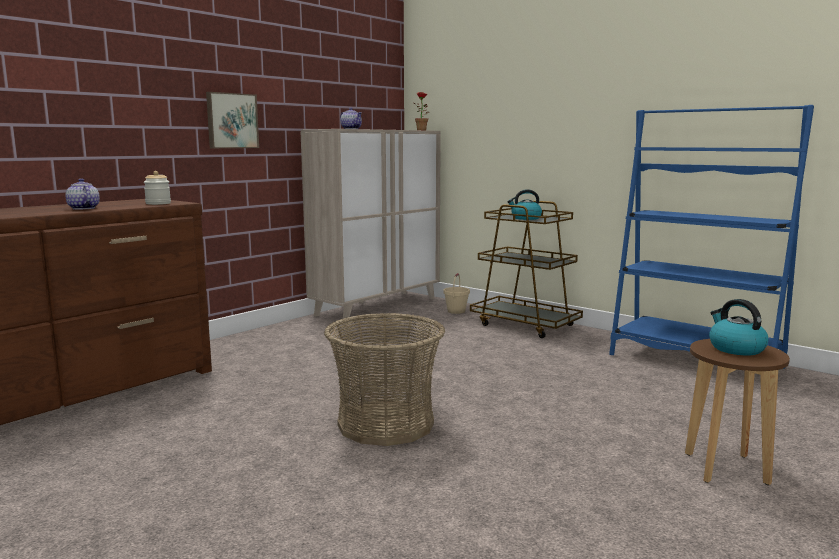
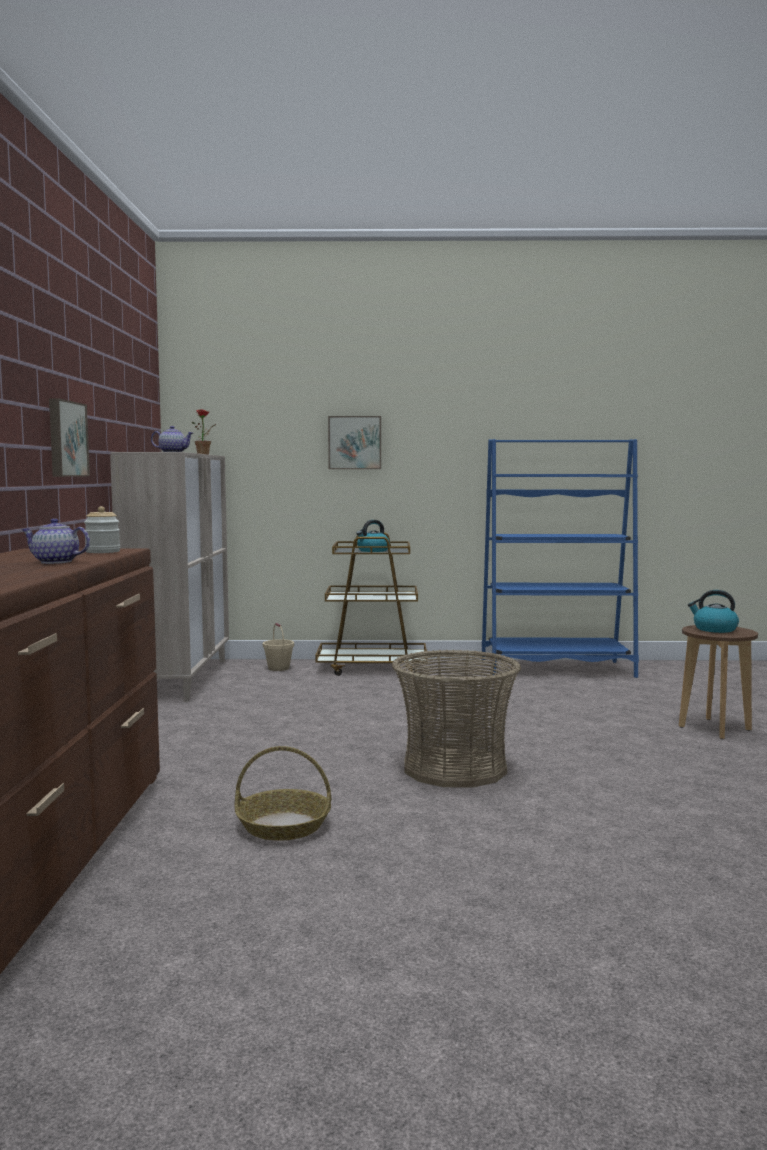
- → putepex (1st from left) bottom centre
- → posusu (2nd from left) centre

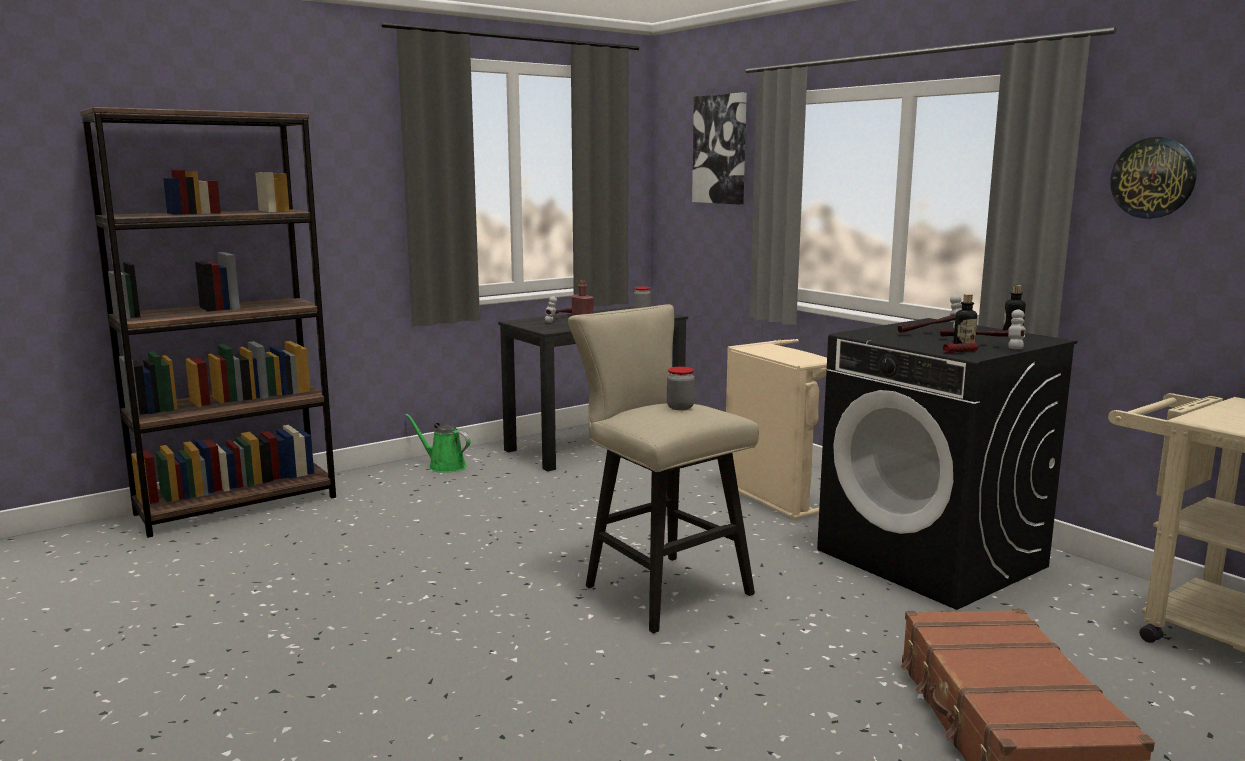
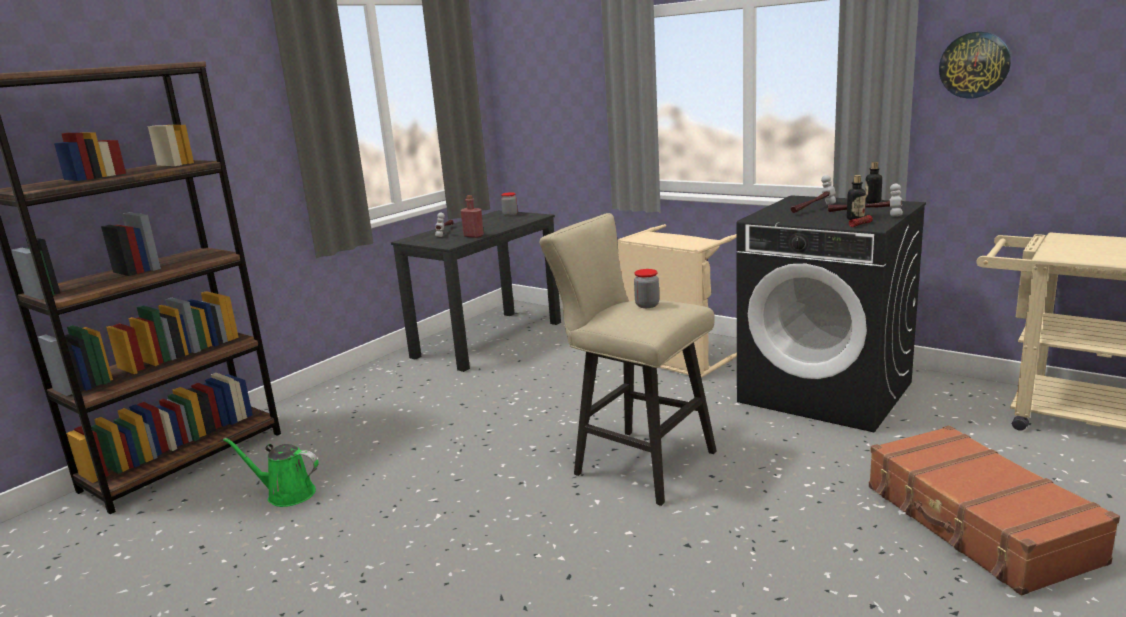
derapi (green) centre → derapi (green) bottom left, move
posusu top centre → -

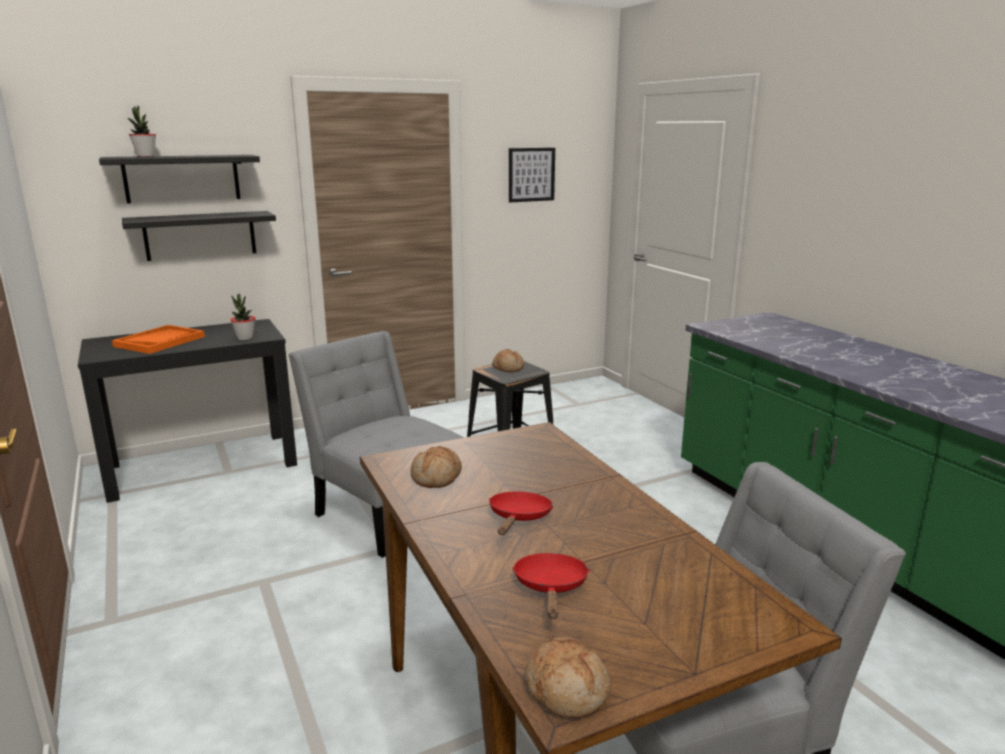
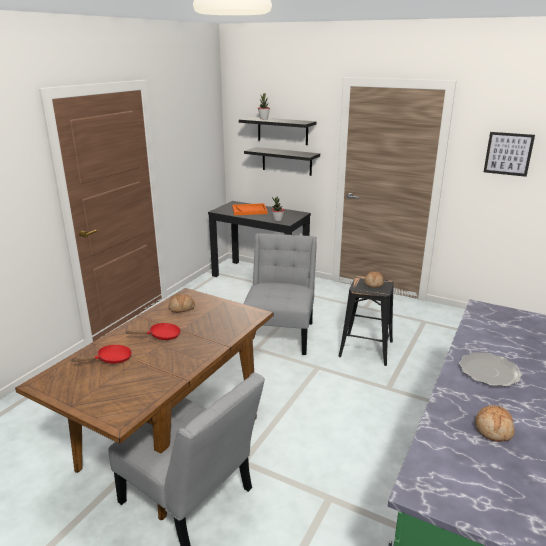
- → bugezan bottom right
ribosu (3rd from left) bottom centre → ribosu (3rd from left) bottom right, move

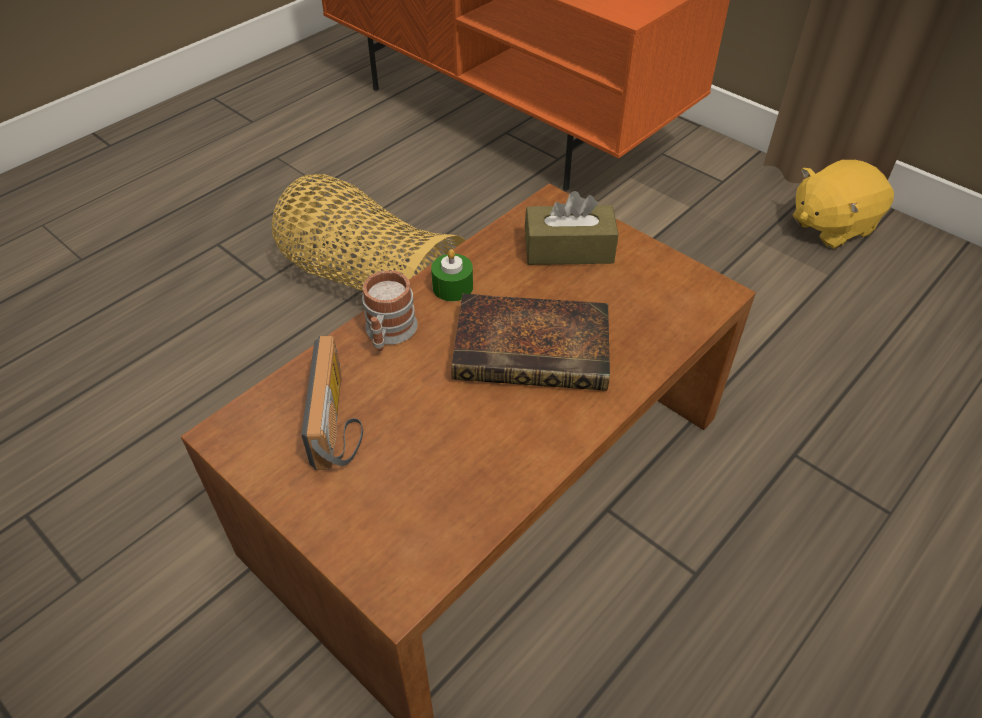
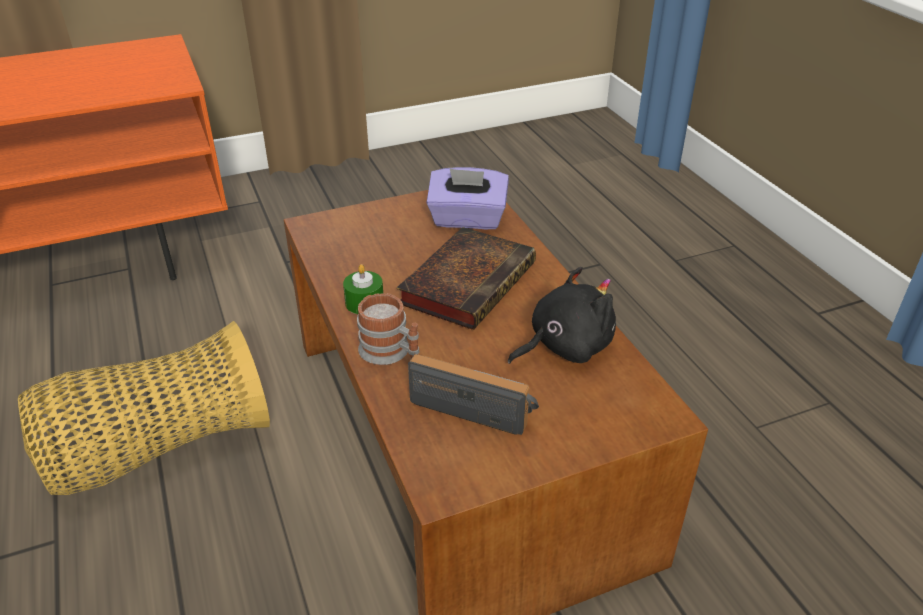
- → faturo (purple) top centre
- → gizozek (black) centre
faturo (brown) top centre → -
gizozek (yellow) top right → -

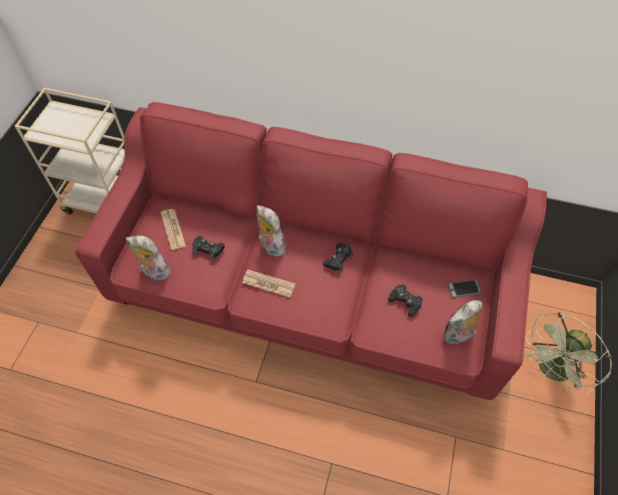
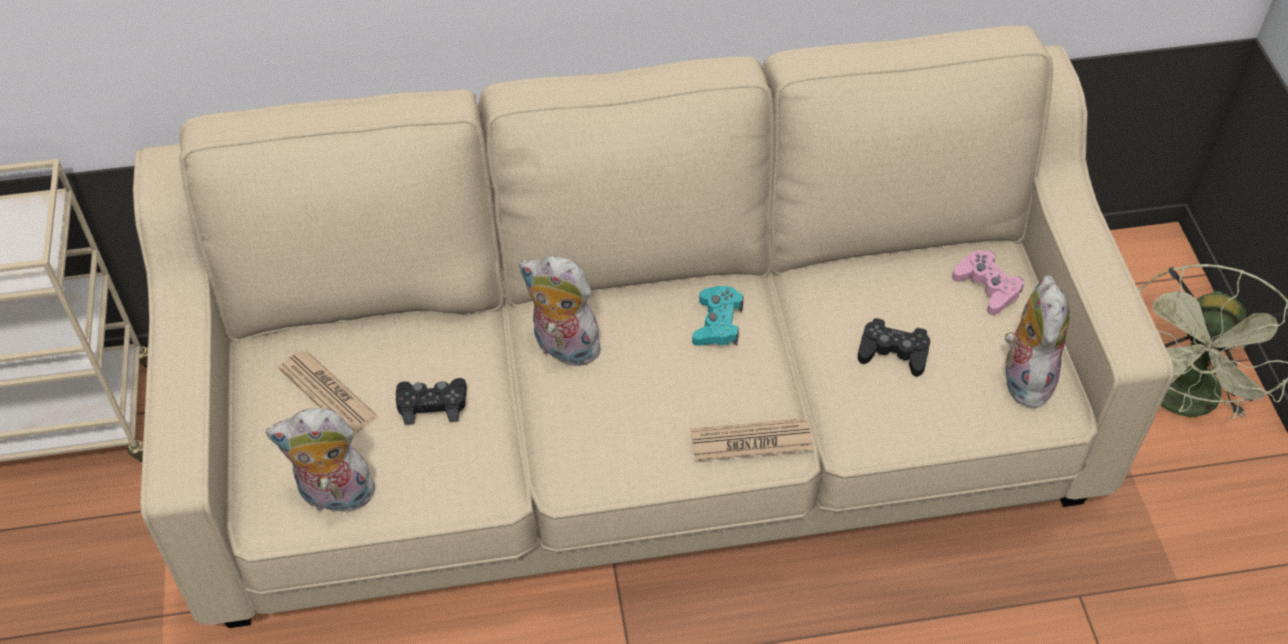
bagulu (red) centre → bagulu (beige) centre
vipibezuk (2nd from left) centre → vipibezuk (2nd from left) bottom centre, move
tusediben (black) (2nd from left) centre → tusediben (turquoise) centre
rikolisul middle right → tusediben (pink) middle right
gizozek (3rd from left) middle right, 150 degrees clockwise

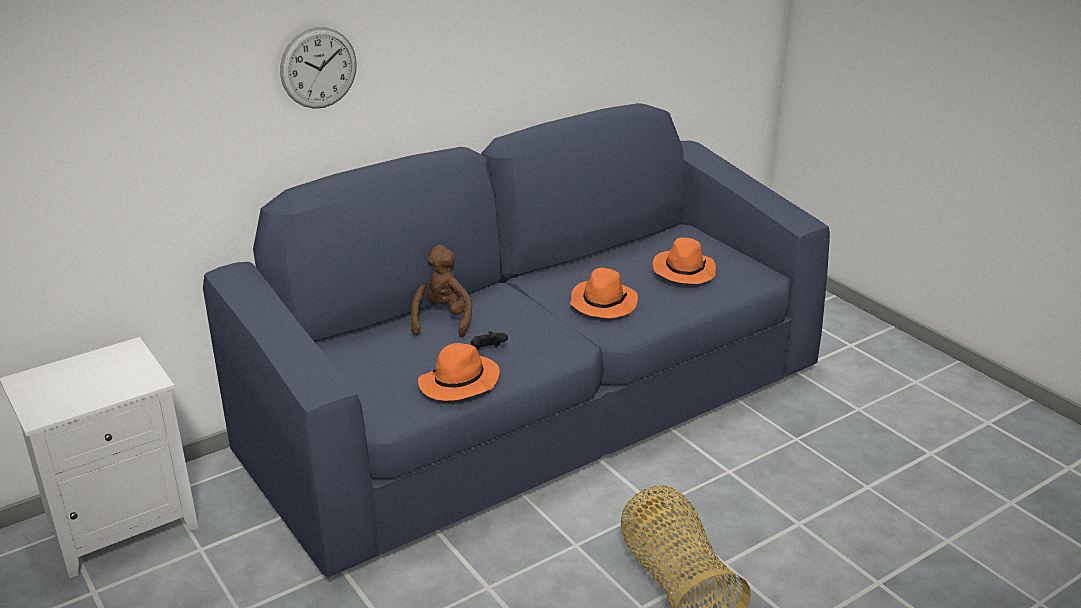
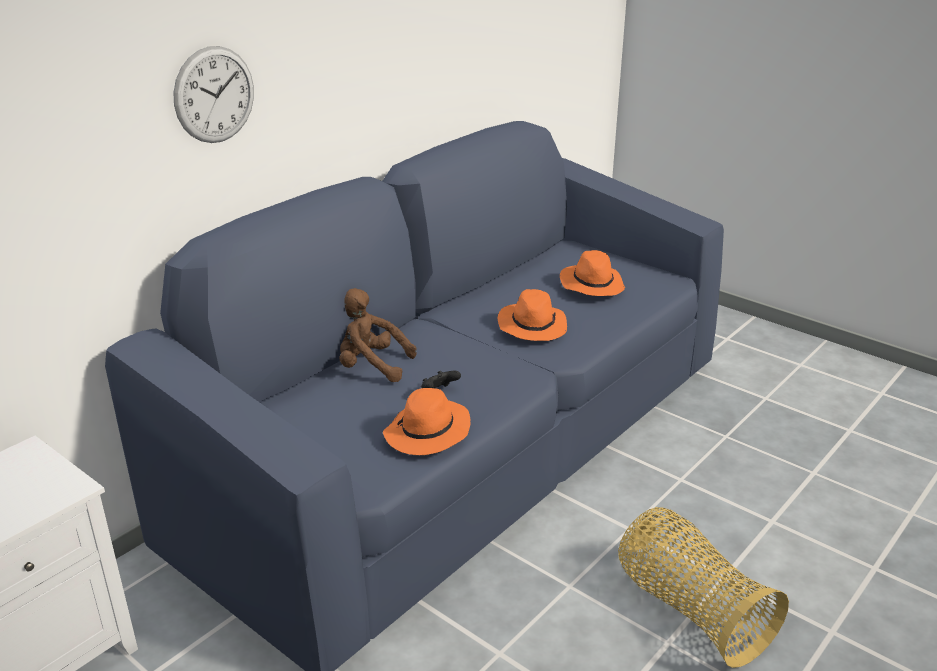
gizozek (brown) centre, 60 degrees counterclockwise

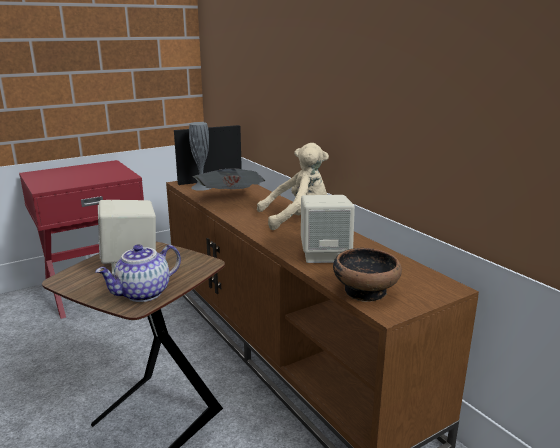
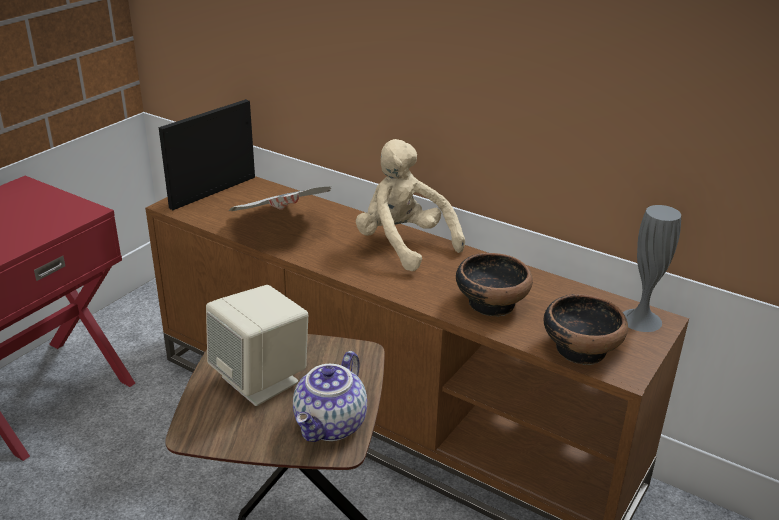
gizozek (beige) centre, 90 degrees counterclockwise
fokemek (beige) (2nd from left) centre → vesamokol (1st from left) centre
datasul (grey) centre → datasul (grey) middle right, move

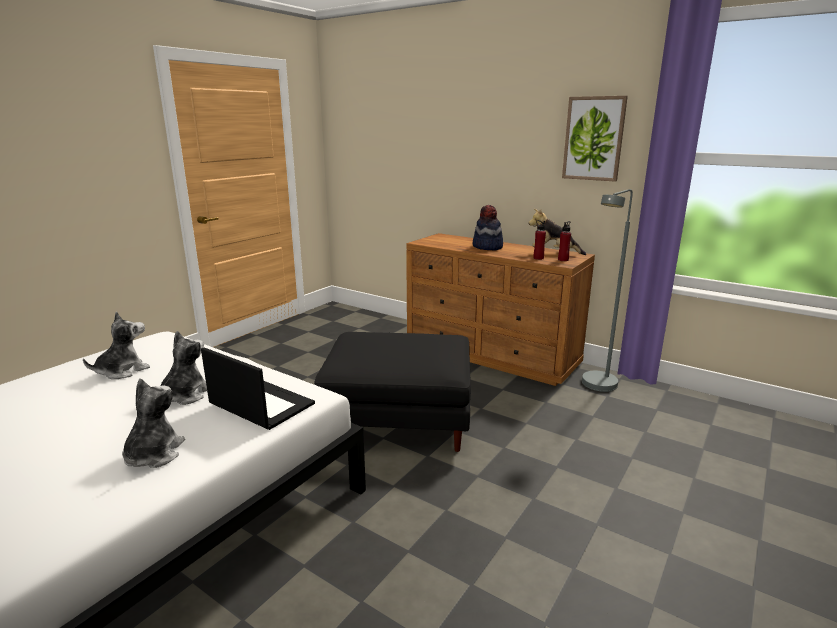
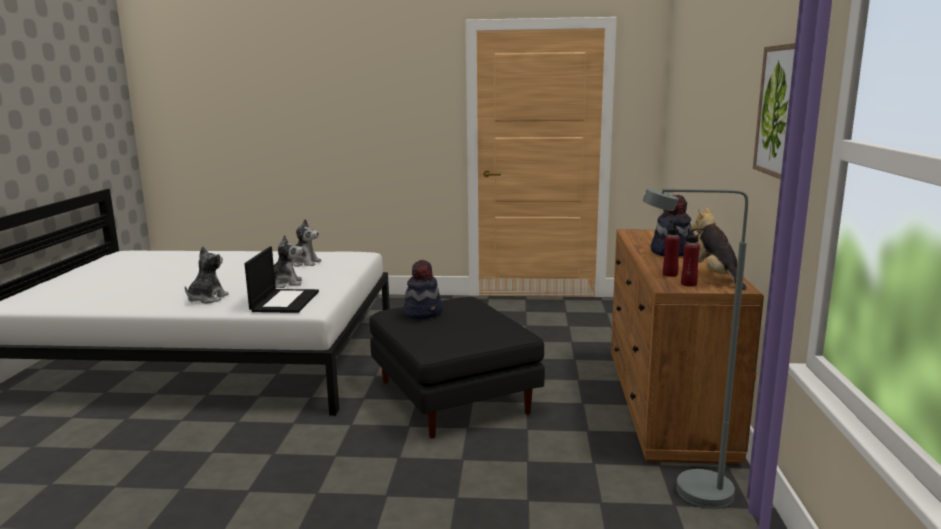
gizozek (2nd from left in the first image) bottom left → gizozek (1st from left) middle left, 45 degrees counterclockwise
- → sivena (1st from left) centre

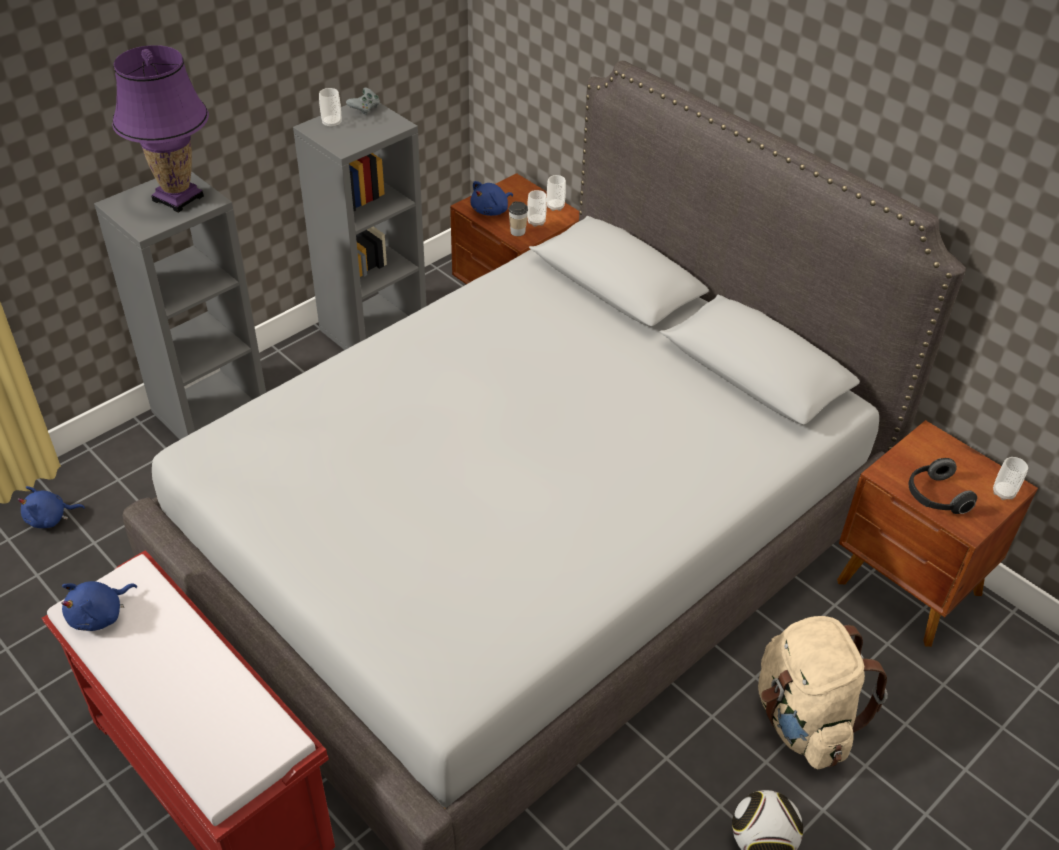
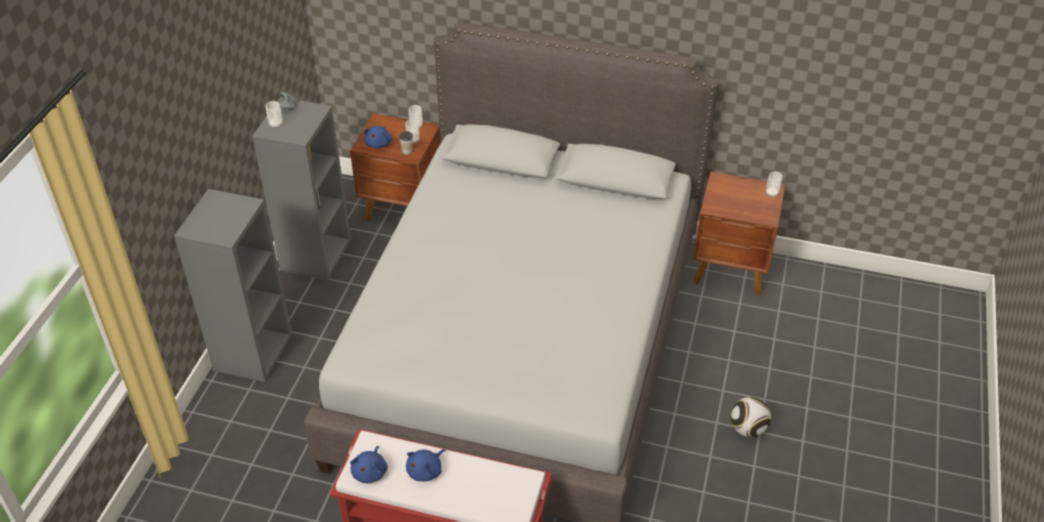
gizozek (blue) (1st from left in the first image) middle left → gizozek (blue) (3rd from left) bottom centre, move
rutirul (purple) top left → -
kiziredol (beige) bottom right → -
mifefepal middle right → -

